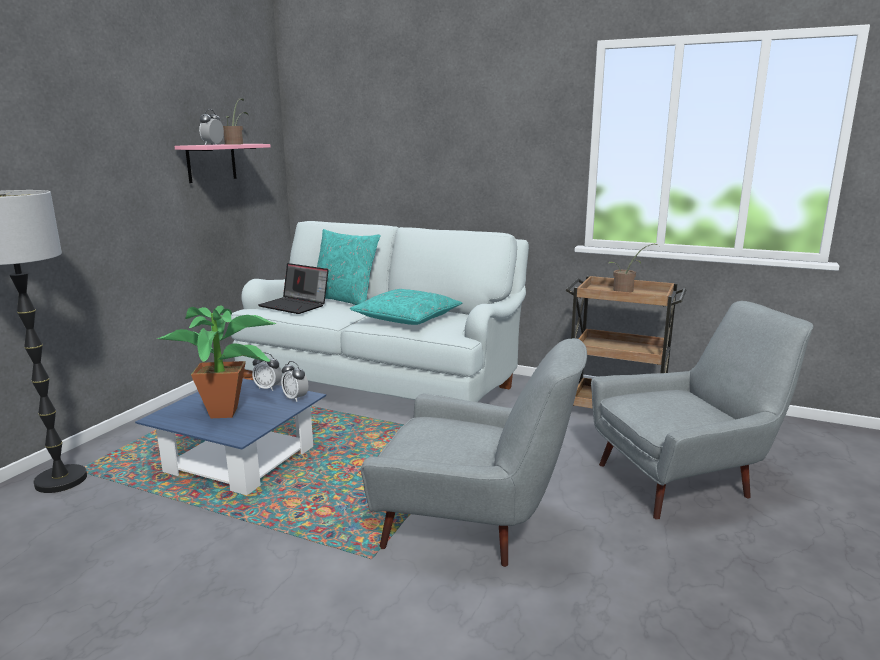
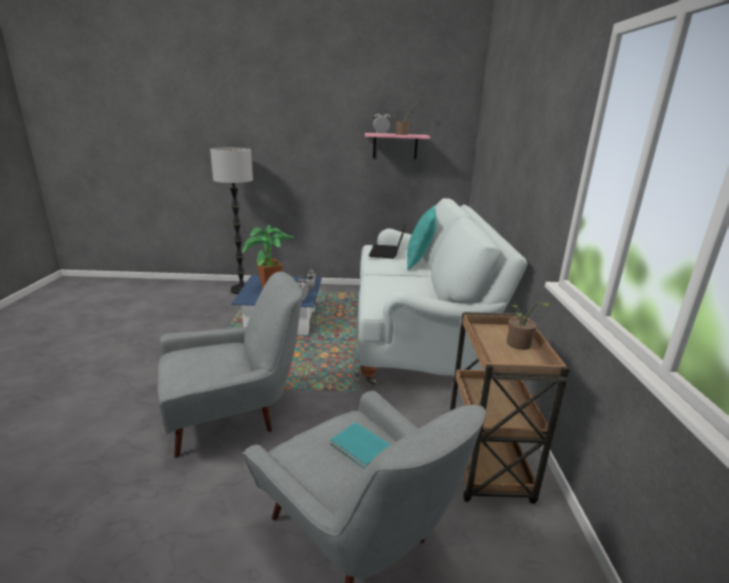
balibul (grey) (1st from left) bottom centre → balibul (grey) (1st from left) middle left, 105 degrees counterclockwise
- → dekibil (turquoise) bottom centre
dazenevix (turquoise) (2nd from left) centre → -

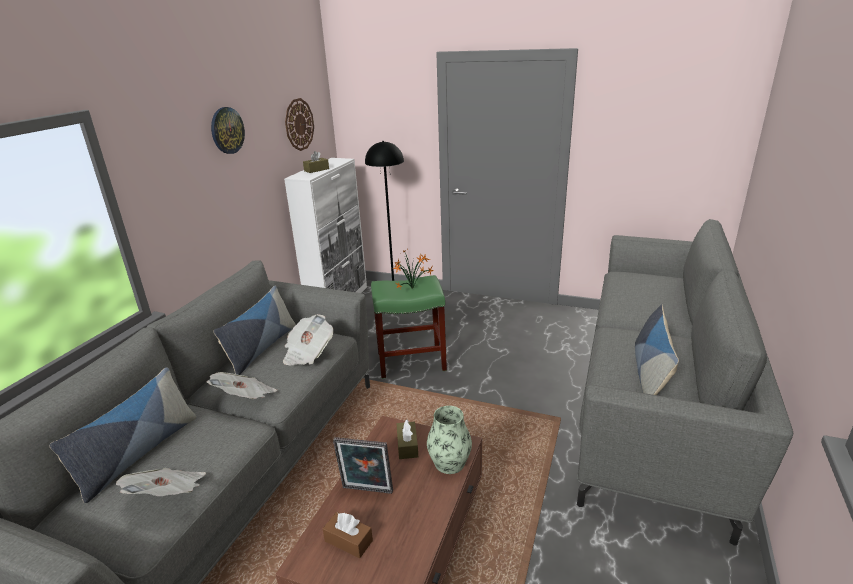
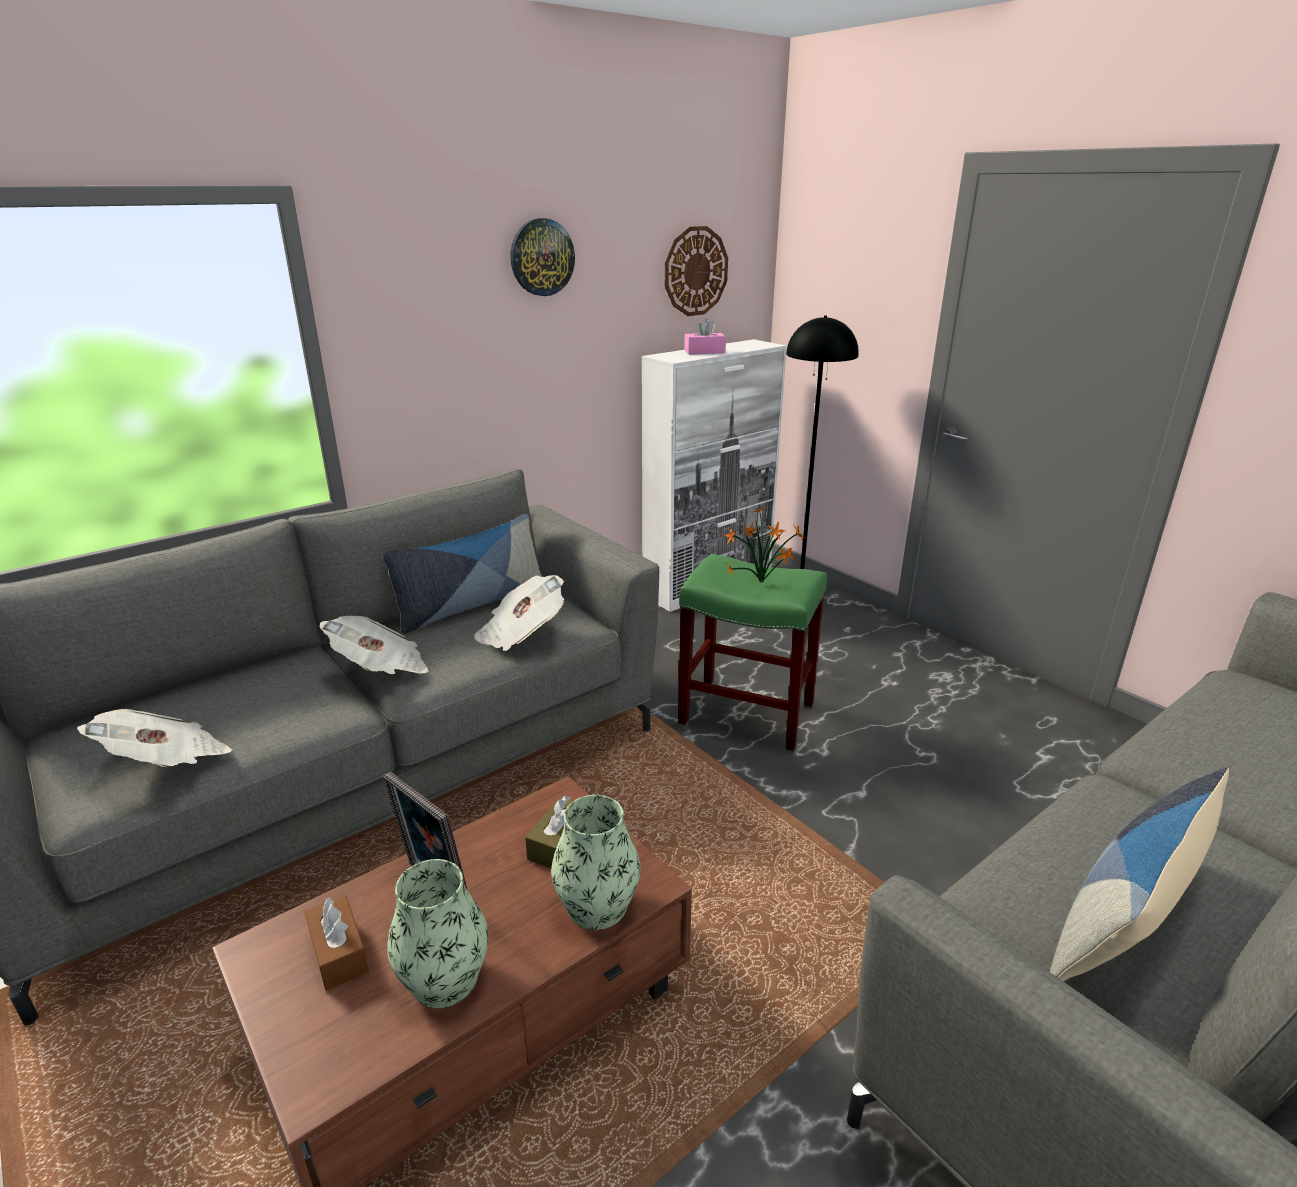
- → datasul (1st from left) bottom centre
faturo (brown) (1st from left) top centre → faturo (pink) top centre
dazenevix (1st from left) bottom left → -

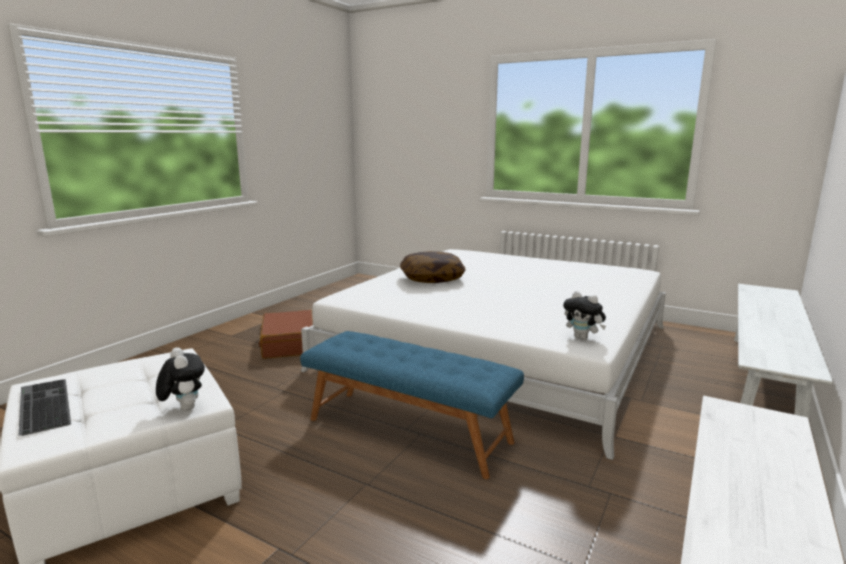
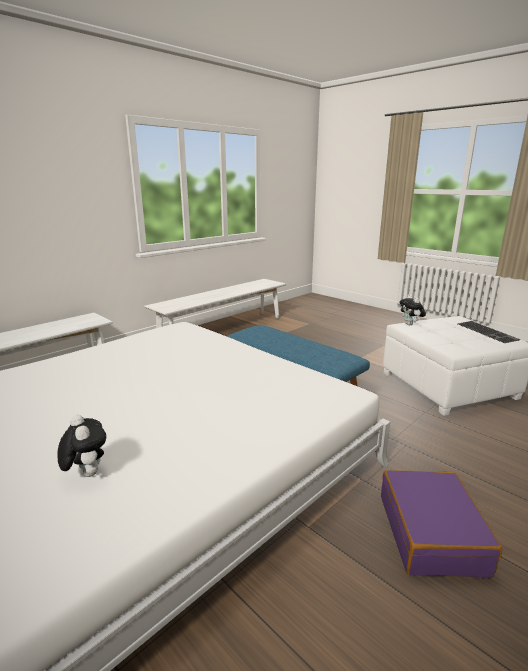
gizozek (2nd from left in the first image) middle right → gizozek (1st from left) middle left, move
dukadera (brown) centre → dukadera (purple) bottom right
dazenevix centre → -

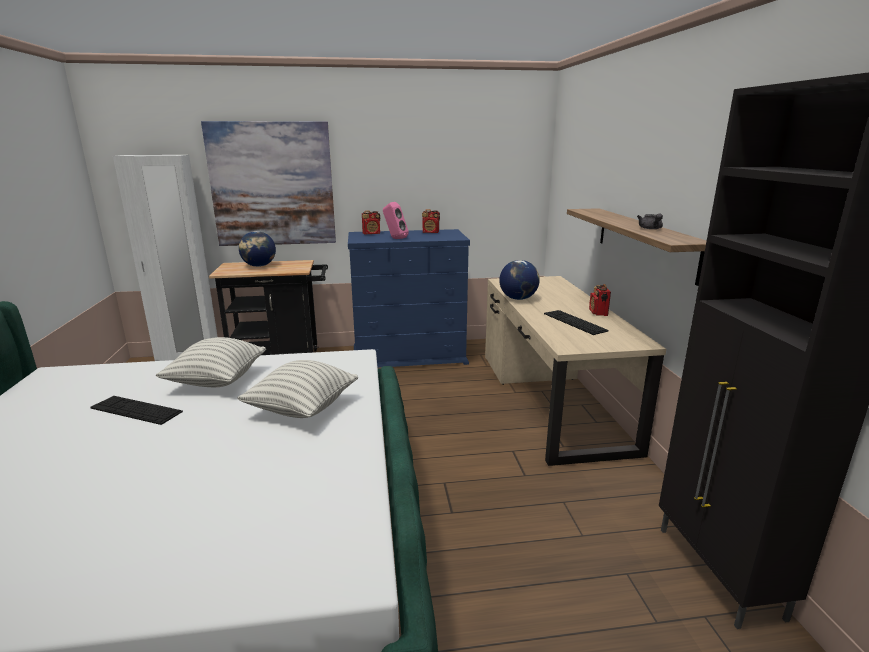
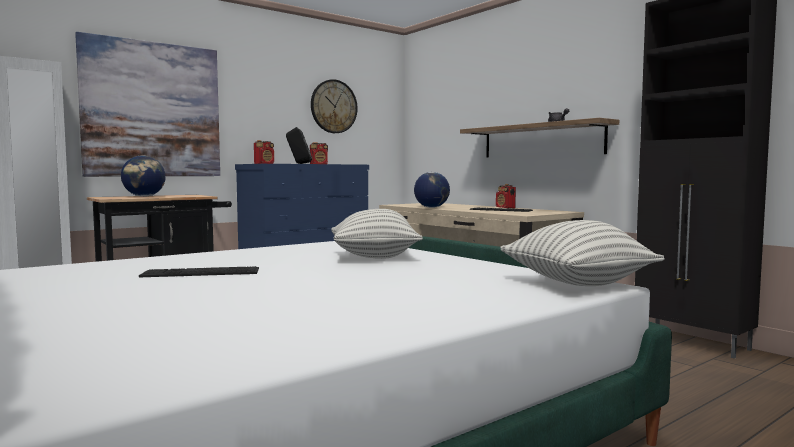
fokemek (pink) centre → fokemek (black) top centre
- → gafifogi top centre
dazenevix (1st from left in the first image) middle left → dazenevix (2nd from left) middle right, move

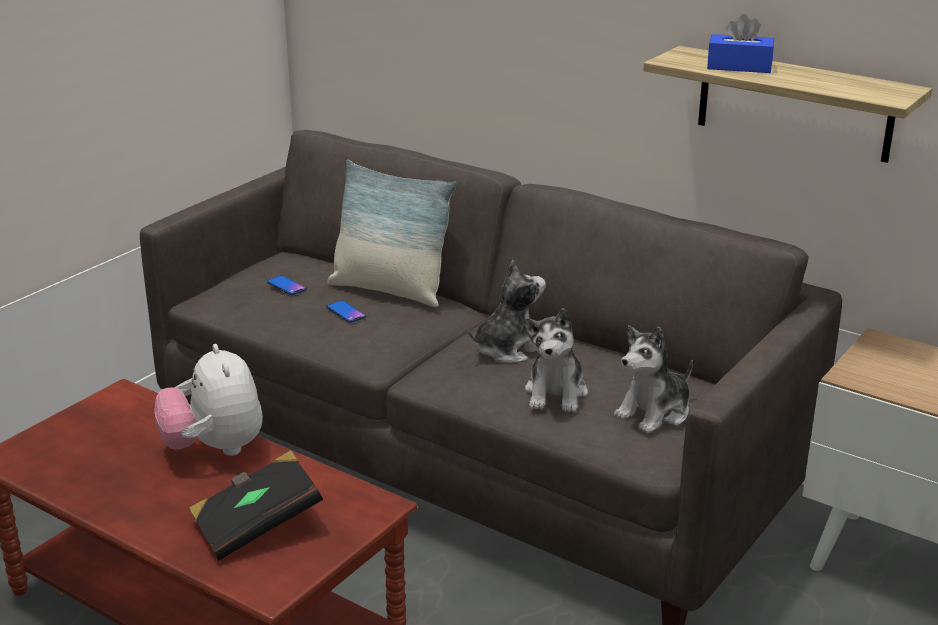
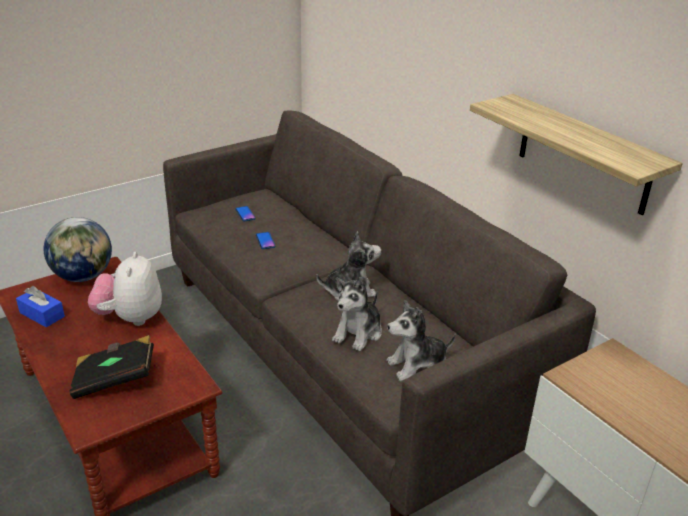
faturo (blue) top right → faturo (blue) middle left, move
- → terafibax middle left
dazenevix centre → -

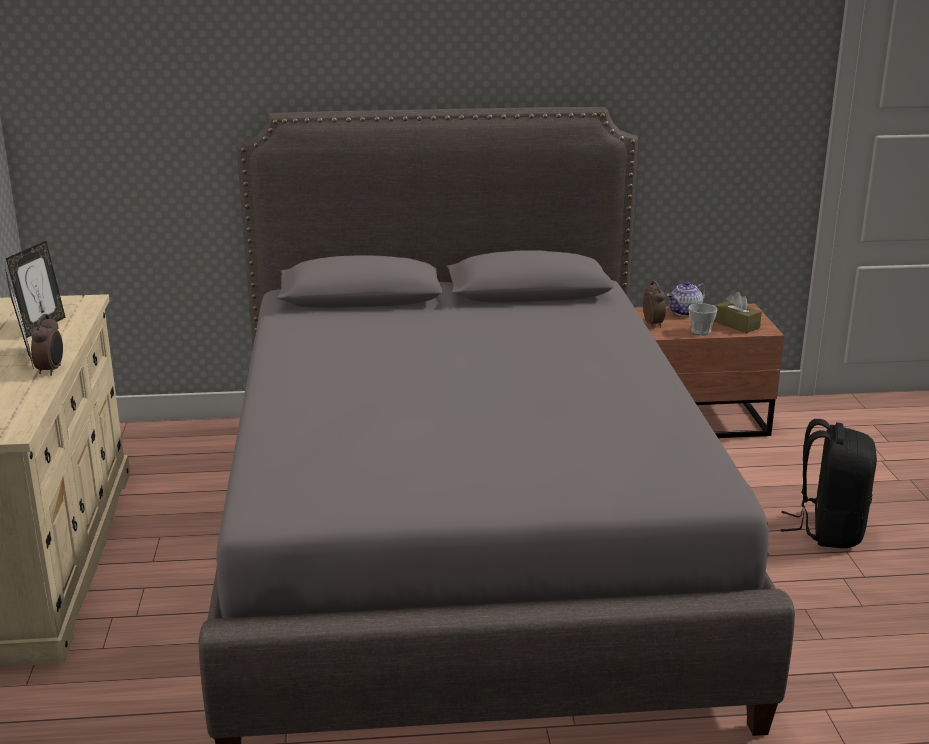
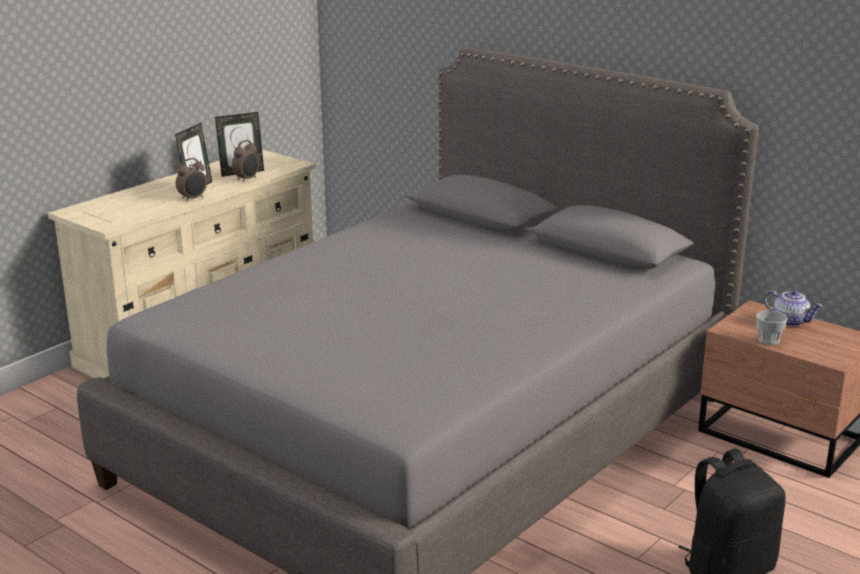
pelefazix (2nd from left) middle right → pelefazix (2nd from left) top left, move
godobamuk middle right, 150 degrees counterclockwise
faturo (brown) middle right → -

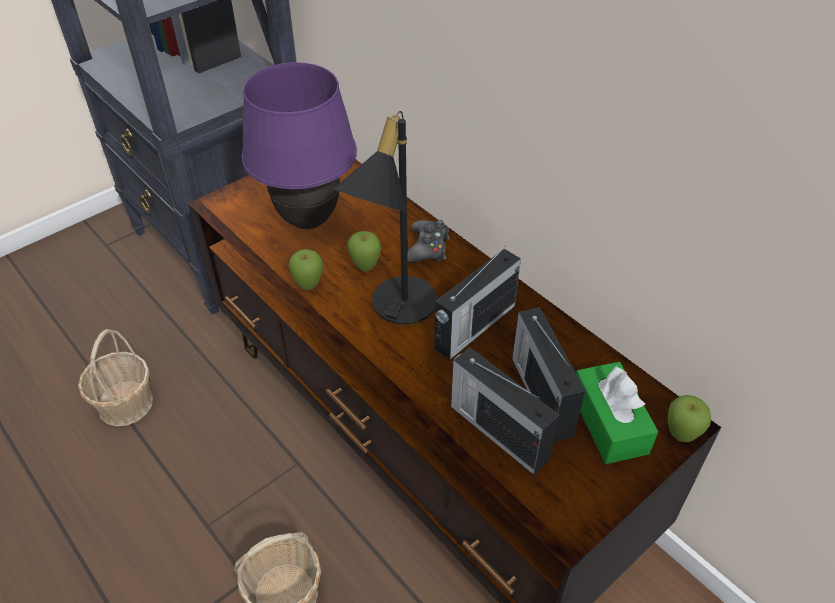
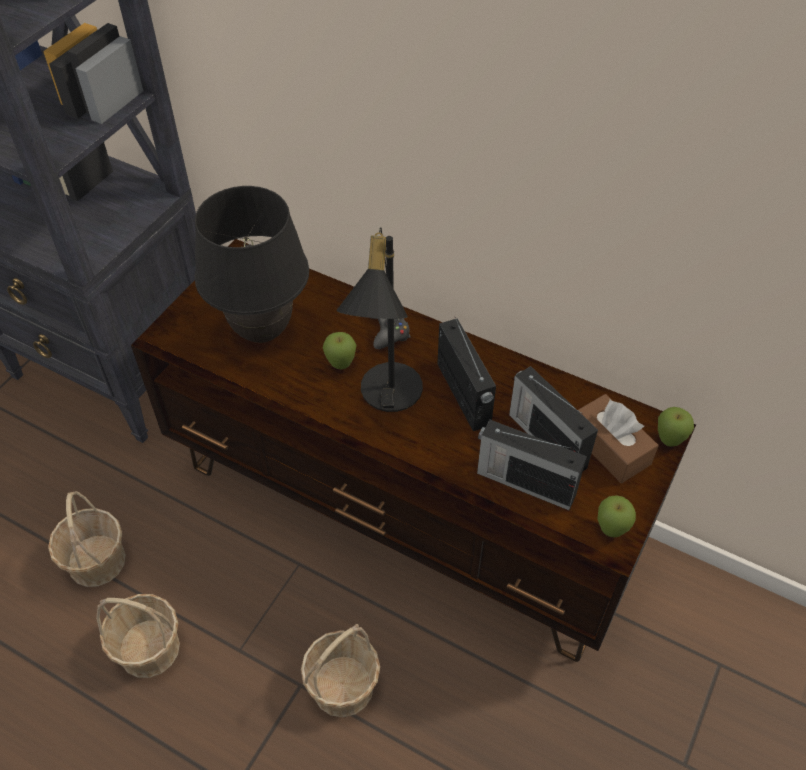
- → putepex (2nd from left) bottom left
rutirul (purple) top centre → rutirul (black) (1st from left) middle left
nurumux (1st from left) centre, 45 degrees counterclockwise
faturo (green) bottom right → faturo (brown) middle right
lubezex (1st from left in the first image) centre → lubezex (2nd from left) bottom right, move

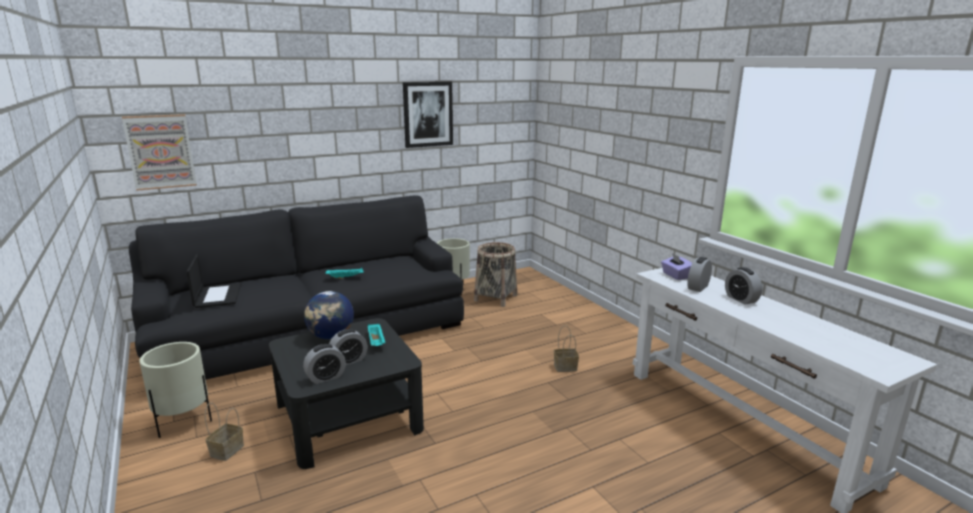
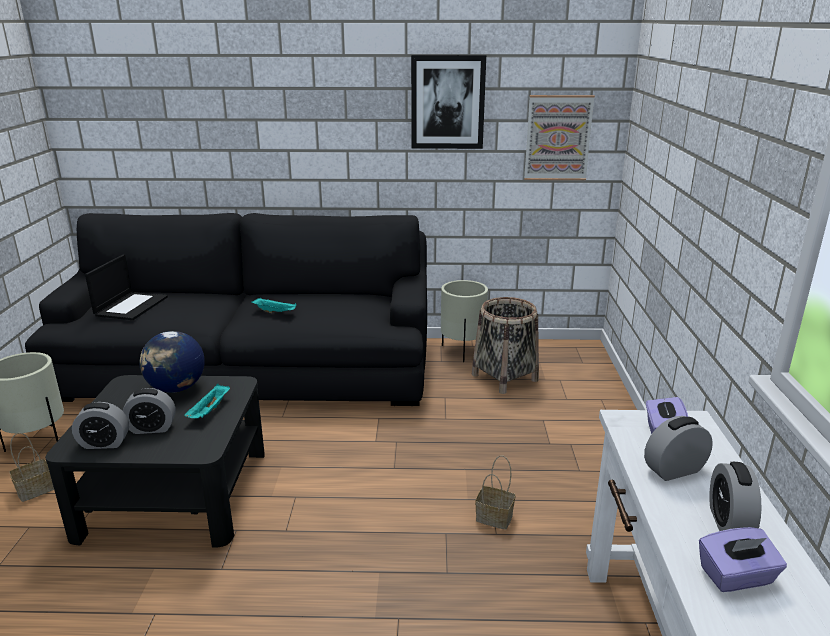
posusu (1st from left in the first image) top left → posusu (2nd from left) top right, move
- → faturo (purple) (2nd from left) bottom right

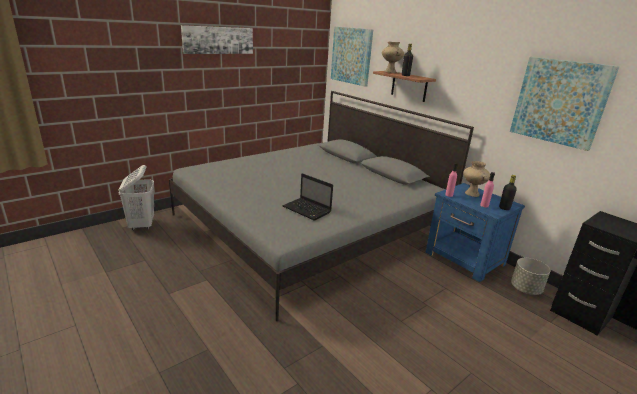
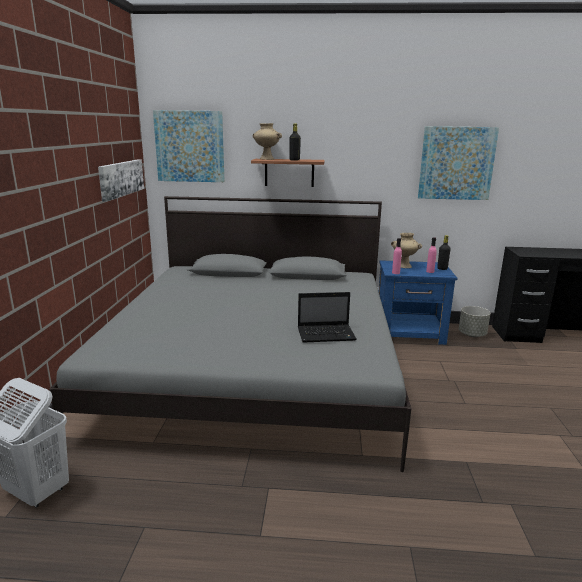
posusu (1st from left) top centre → posusu (1st from left) top left, move

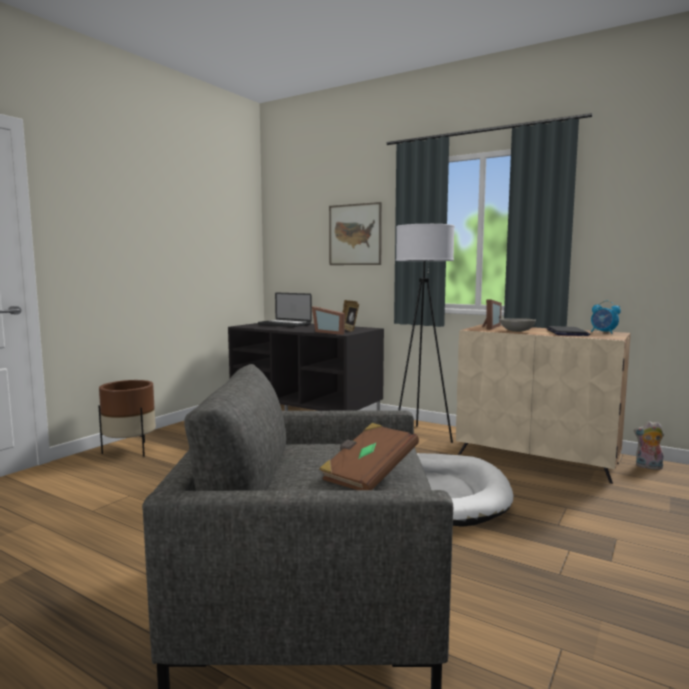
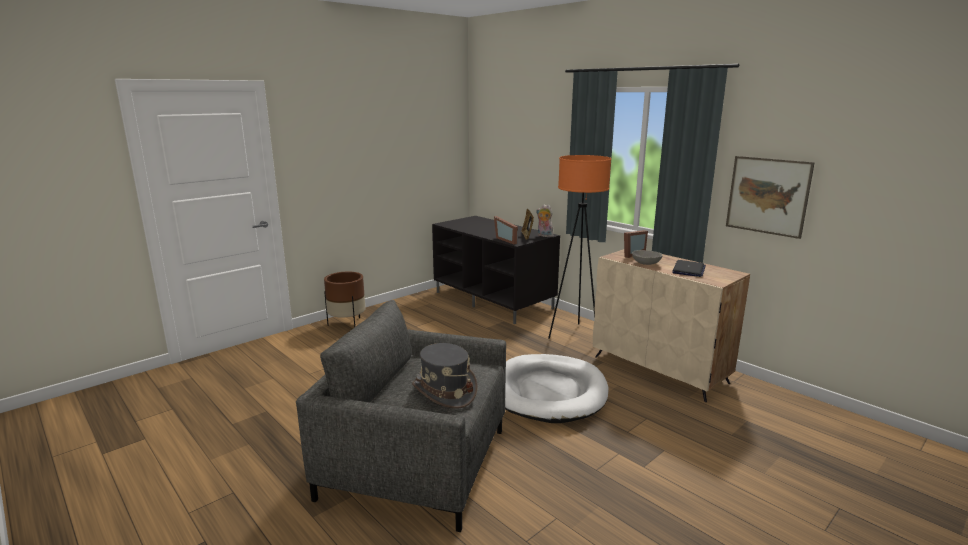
dekibil (brown) centre → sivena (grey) bottom centre
gizozek middle right → gizozek centre, move
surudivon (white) centre → surudivon (orange) centre
posusu centre → posusu middle right, move
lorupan (1st from left) centre → -
pelefazix middle right → -

